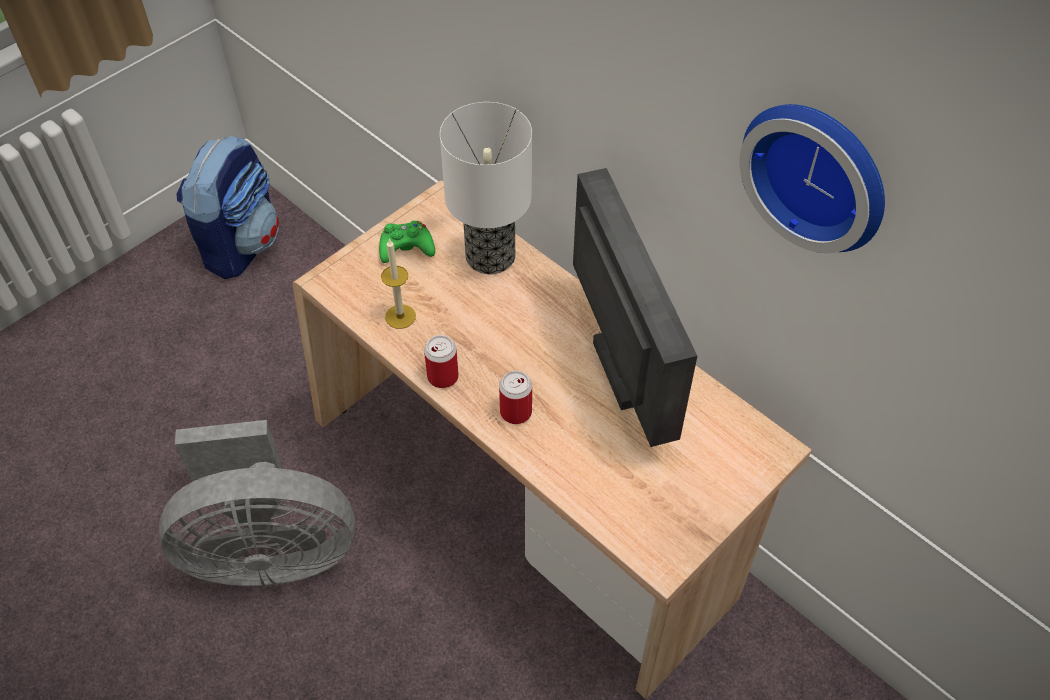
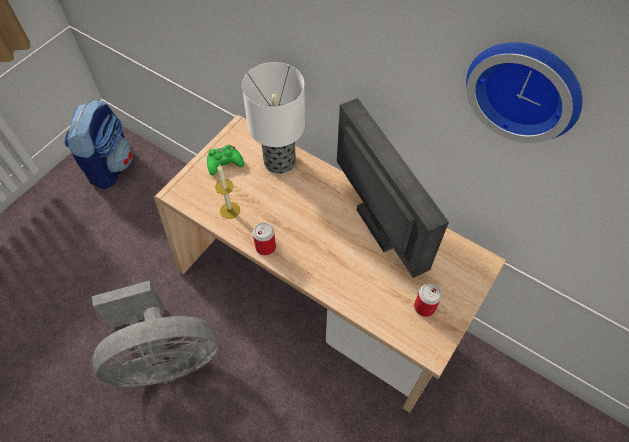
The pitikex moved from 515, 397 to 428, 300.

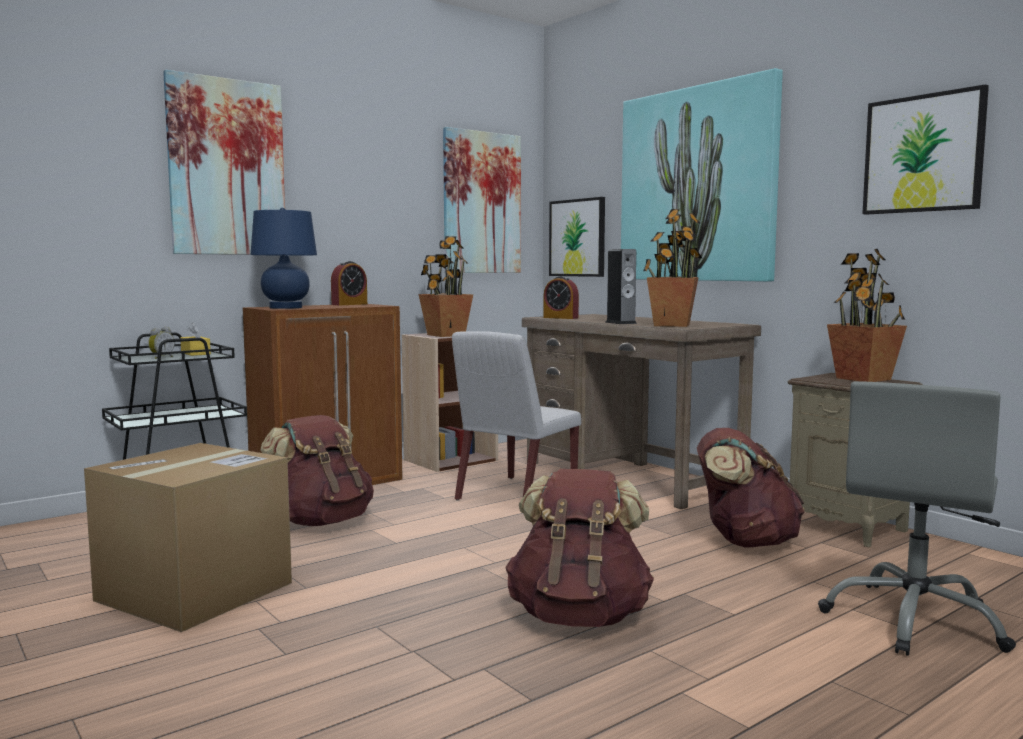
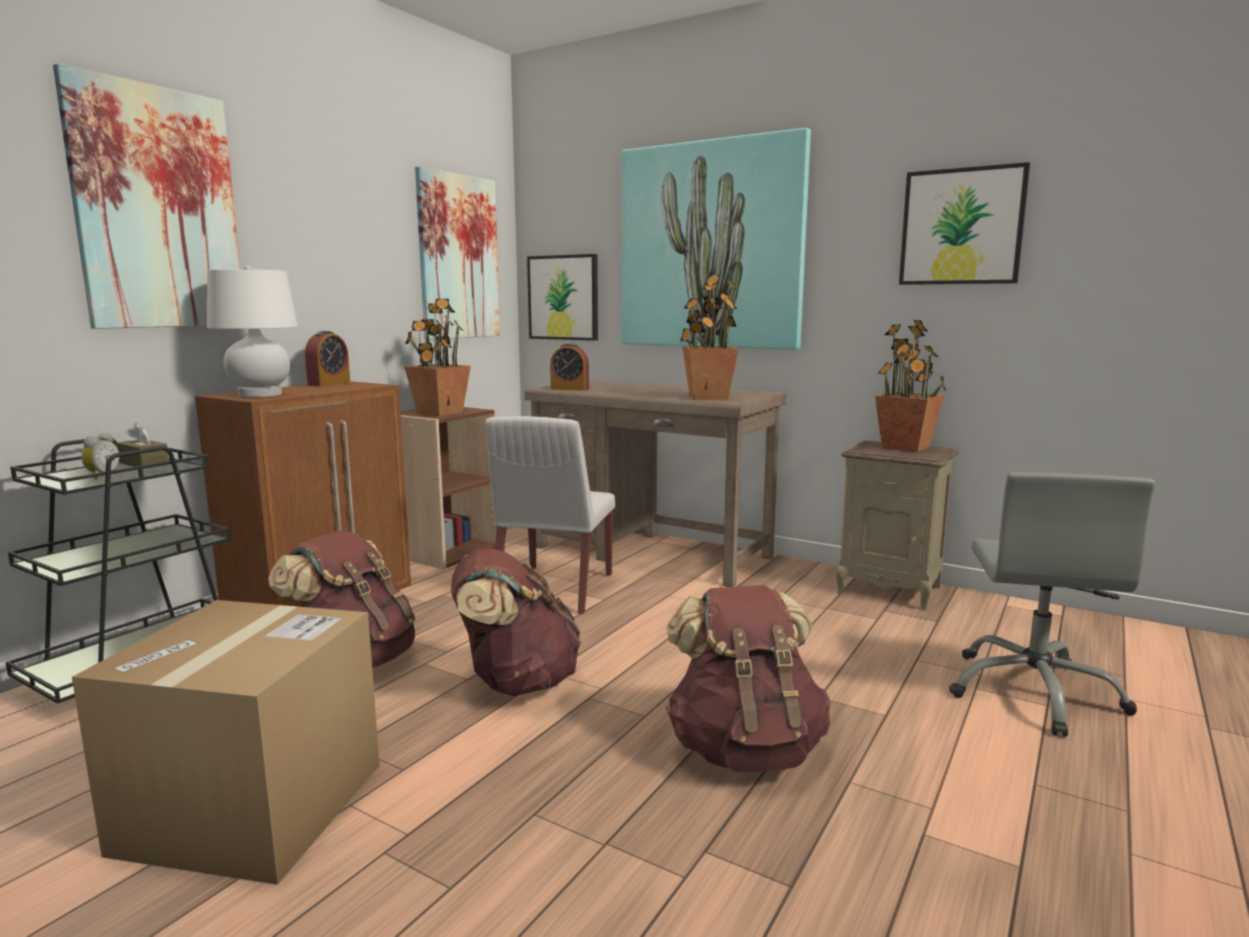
The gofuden at 621, 286 disappeared. The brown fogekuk moved from 751, 488 to 516, 622. The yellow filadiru at 195, 339 became the brown filadiru at 143, 445. The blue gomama at 284, 258 became the white gomama at 252, 331.

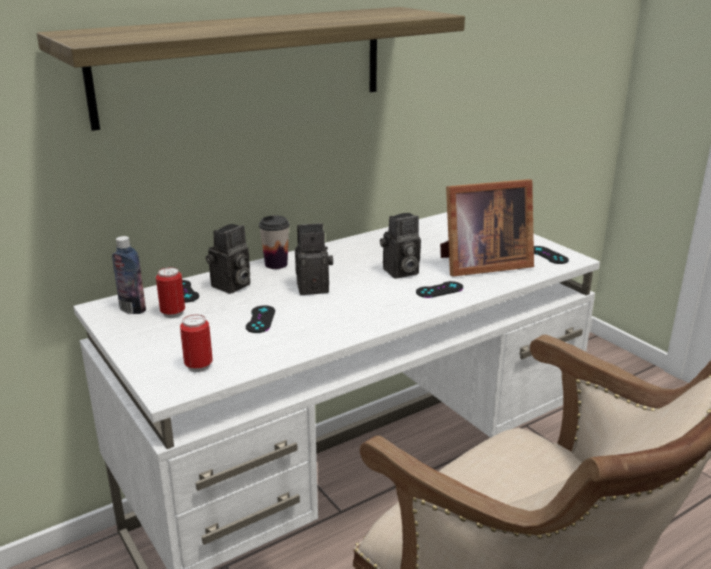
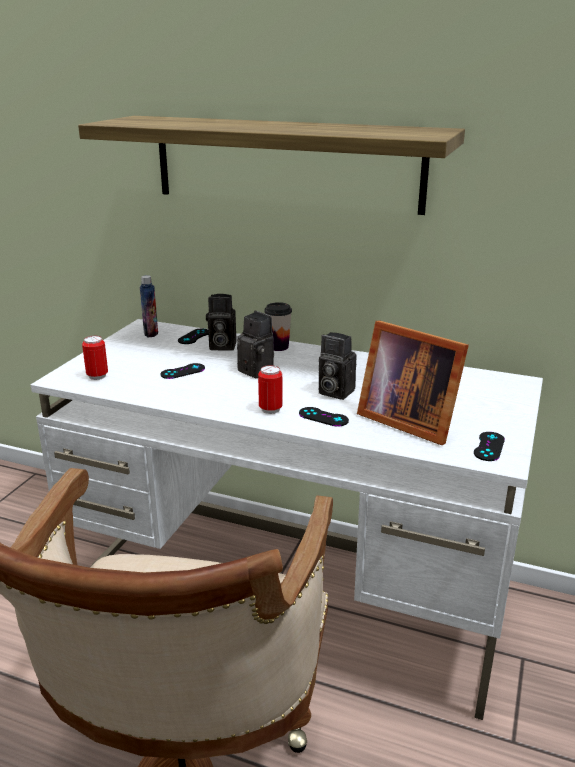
The pitikex moved from 170, 292 to 270, 389.

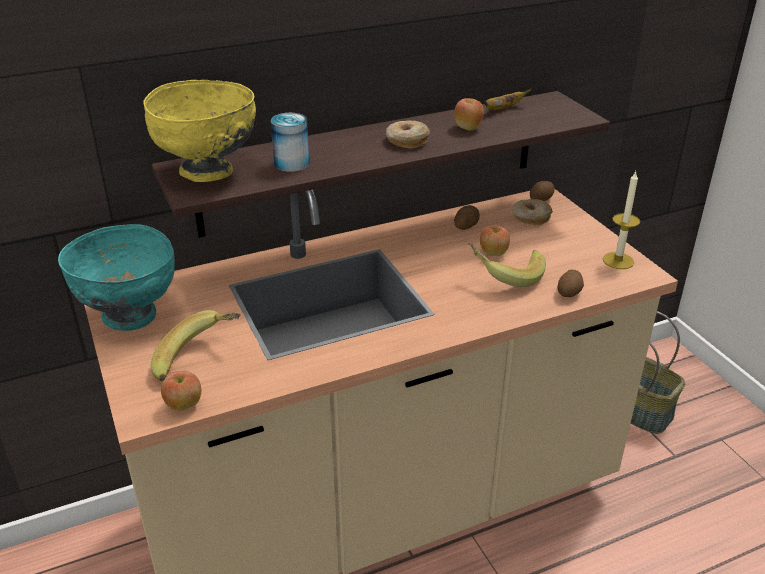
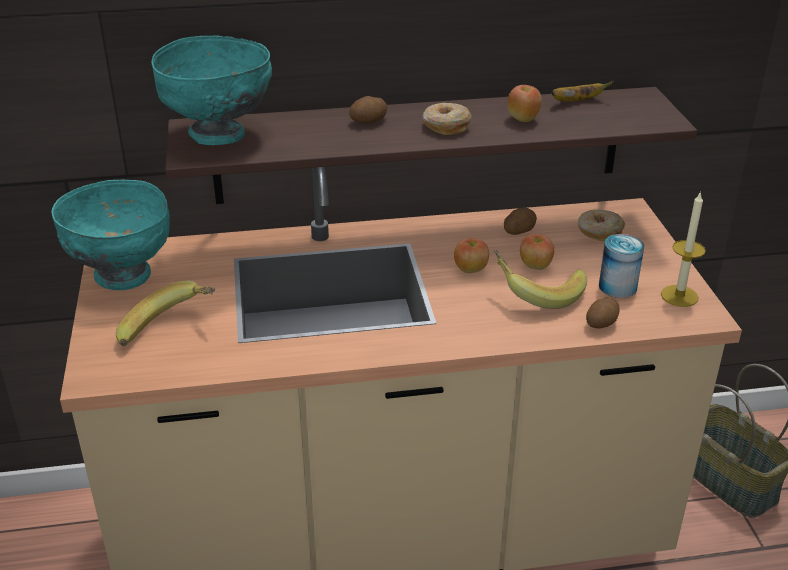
The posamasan moved from 181, 391 to 471, 255. The pitikex moved from 290, 142 to 621, 266. The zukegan moved from 542, 191 to 368, 109. The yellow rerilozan at 199, 131 became the turquoise rerilozan at 211, 90.

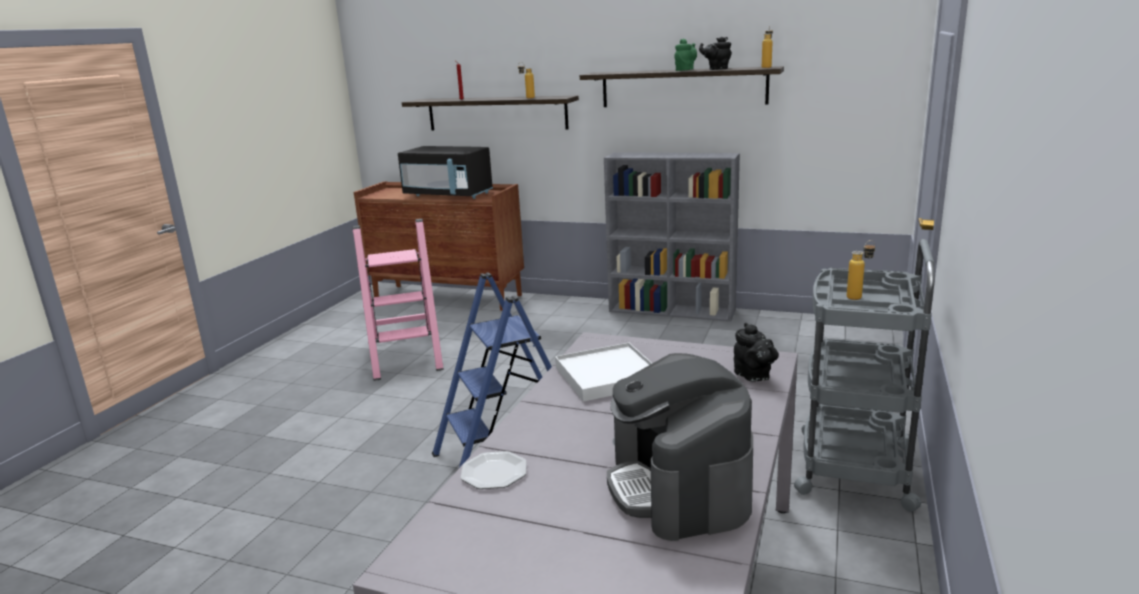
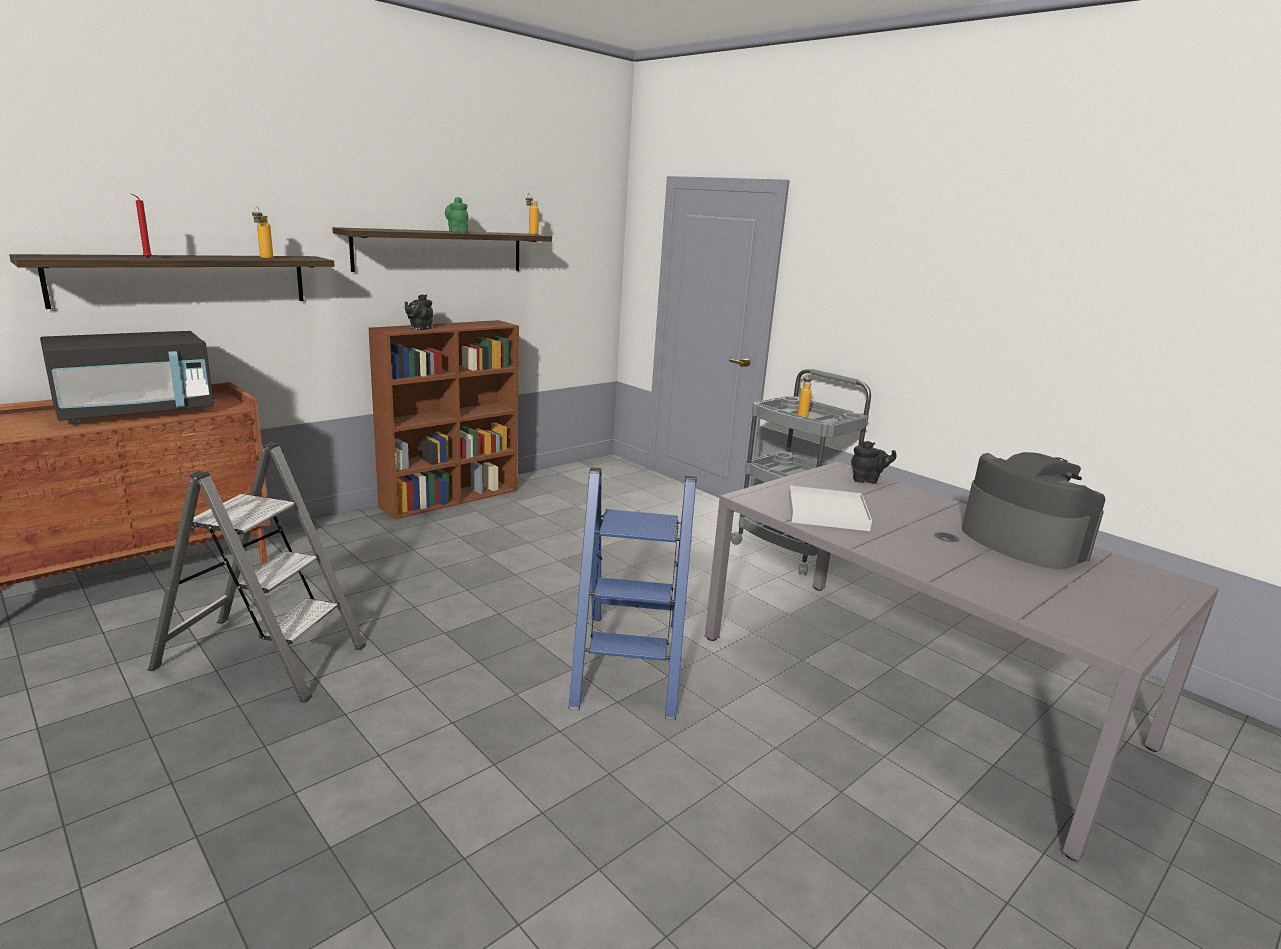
The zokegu at 493, 470 disappeared. The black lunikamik moved from 715, 53 to 418, 312. The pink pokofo at 398, 300 became the grey pokofo at 256, 572. The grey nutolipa at 672, 236 became the brown nutolipa at 443, 420. The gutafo at 680, 447 turned 135 degrees counterclockwise.

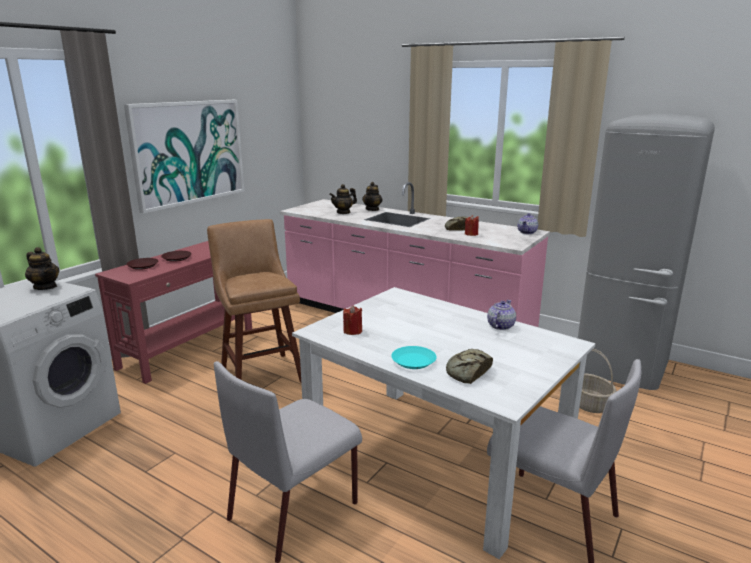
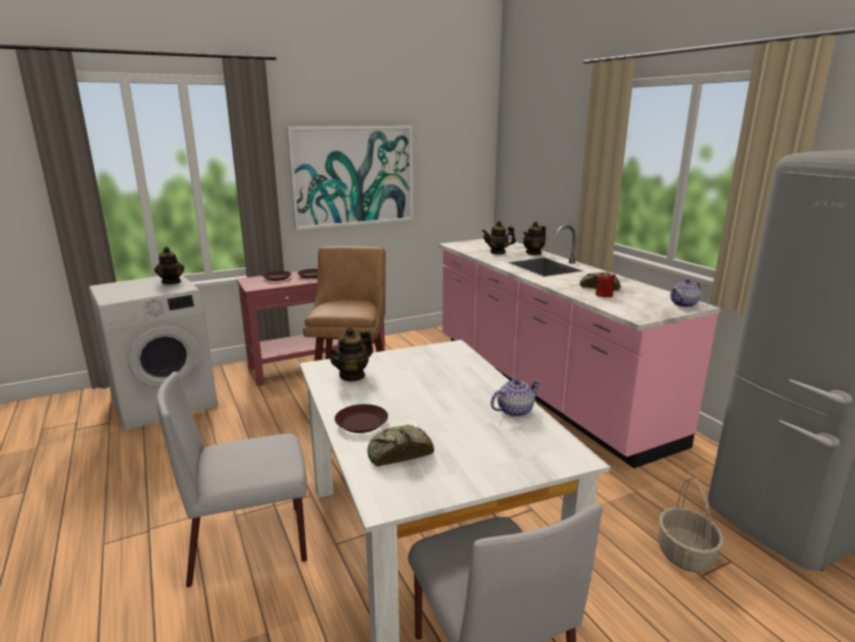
The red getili at 352, 320 was replaced by the lunikamik at 350, 354. The turquoise zokegu at 413, 357 became the brown zokegu at 361, 418.

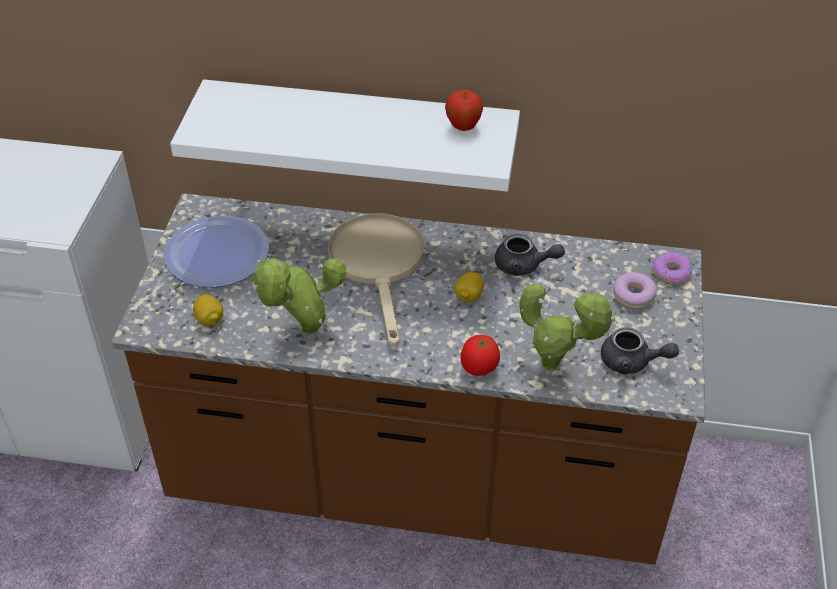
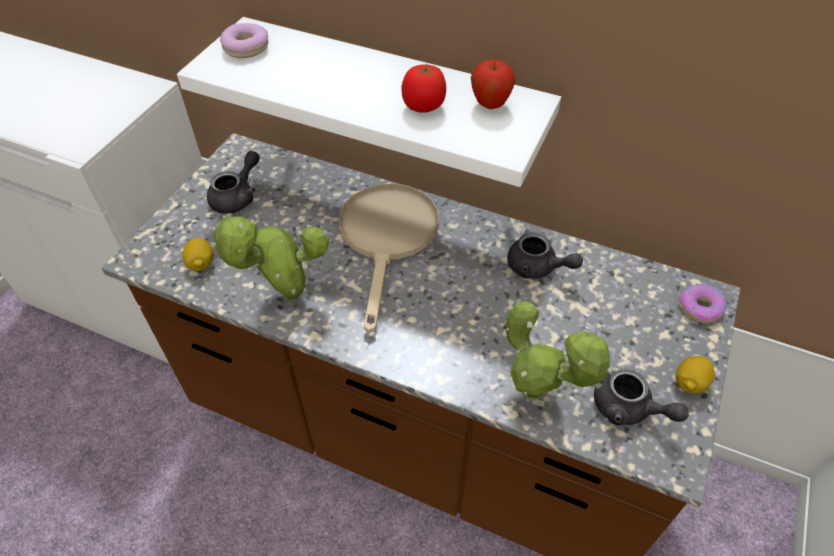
The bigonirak moved from 469, 287 to 695, 375. The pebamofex moved from 480, 355 to 423, 88. The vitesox moved from 635, 290 to 244, 40. The zokegu at 216, 251 was replaced by the grey lunikamik at 233, 182.

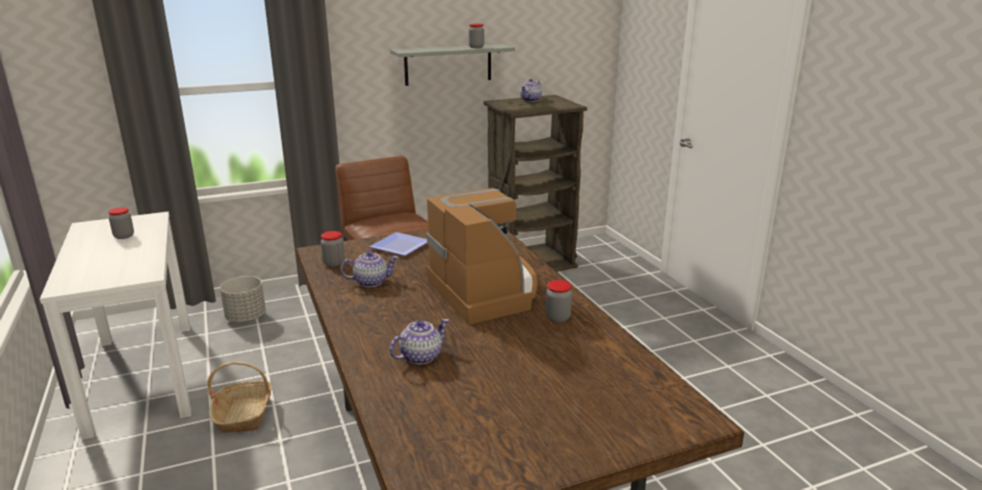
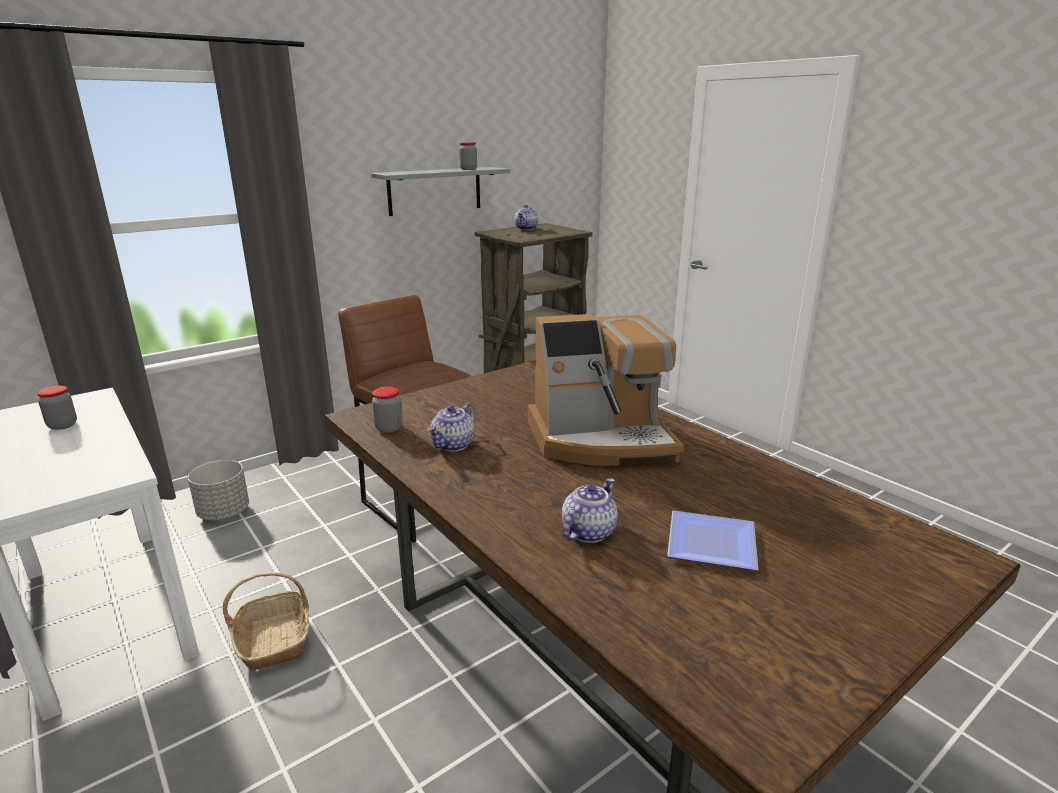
The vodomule at 558, 301 disappeared. The zokegu moved from 398, 244 to 712, 540. The lunikamik at 370, 269 turned 150 degrees clockwise. The gutafo at 482, 256 turned 120 degrees clockwise.

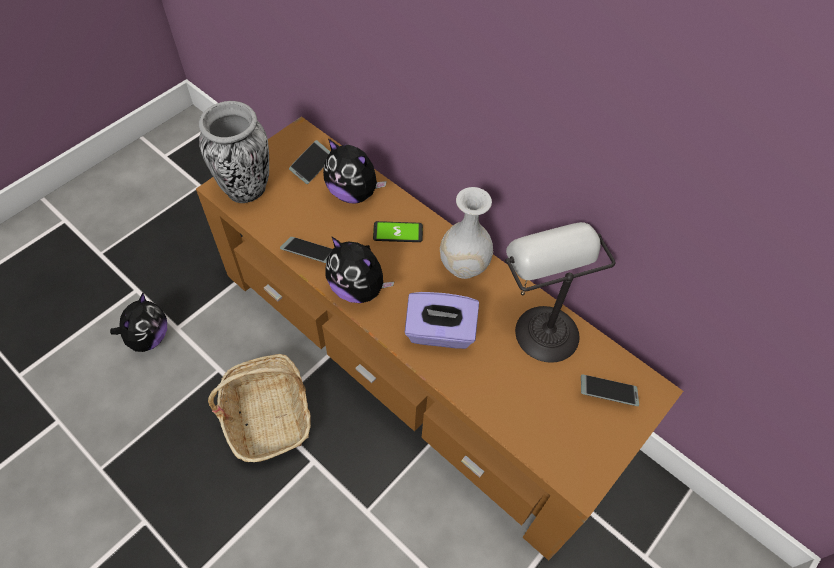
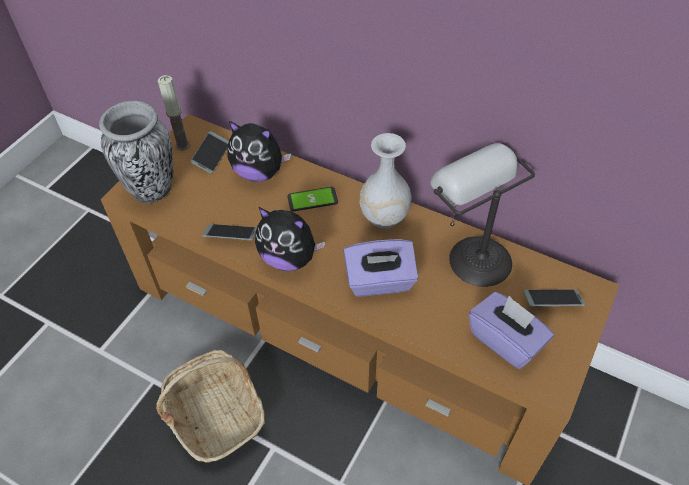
The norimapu at 138, 322 disappeared. The getili at 174, 112 appeared. The purple filadiru at 511, 330 appeared.

